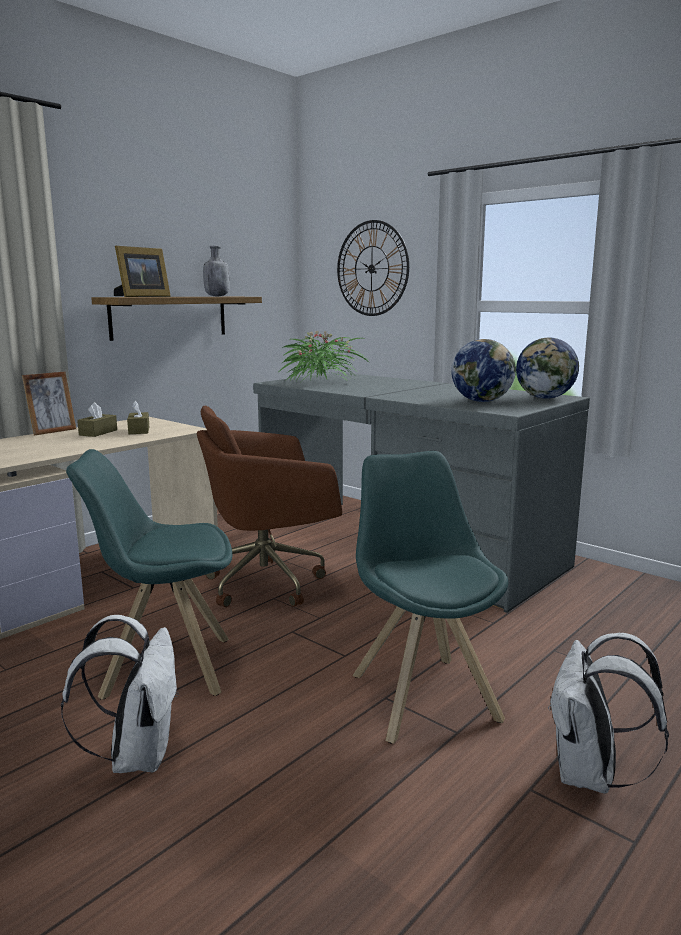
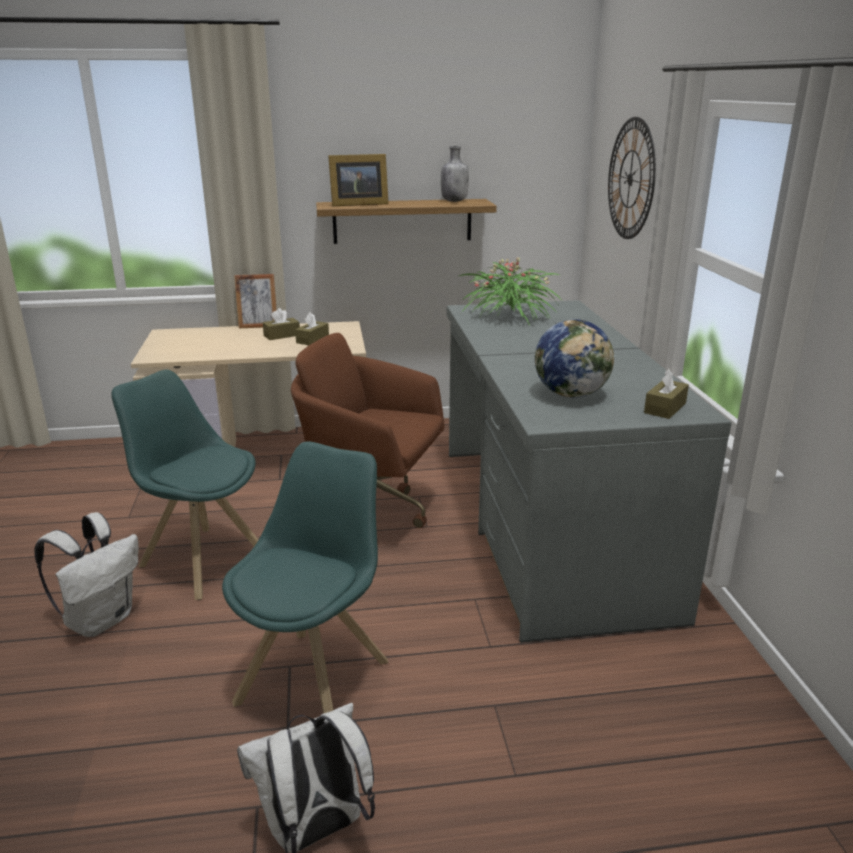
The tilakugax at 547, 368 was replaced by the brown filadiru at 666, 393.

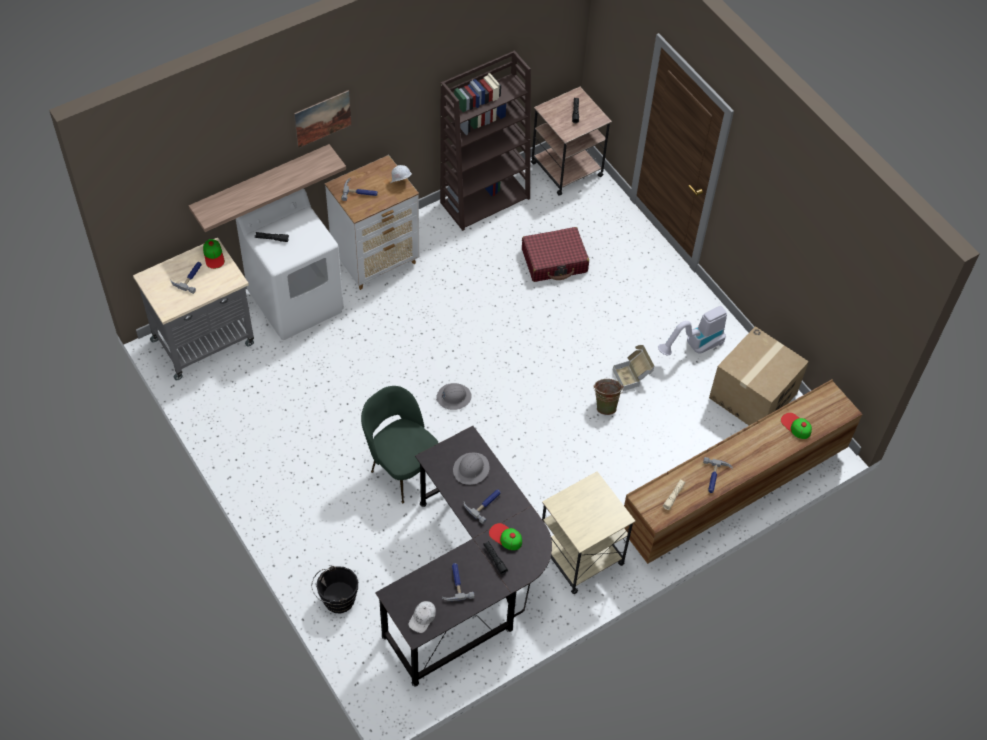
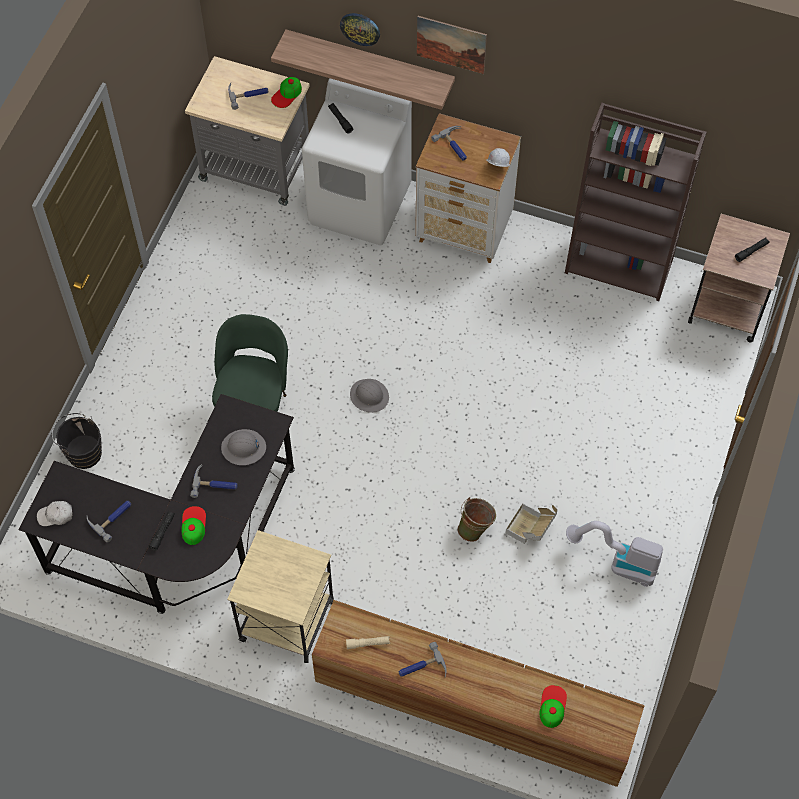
The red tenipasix at 555, 254 disappeared. The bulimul at 759, 375 disappeared. The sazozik at 360, 29 appeared.

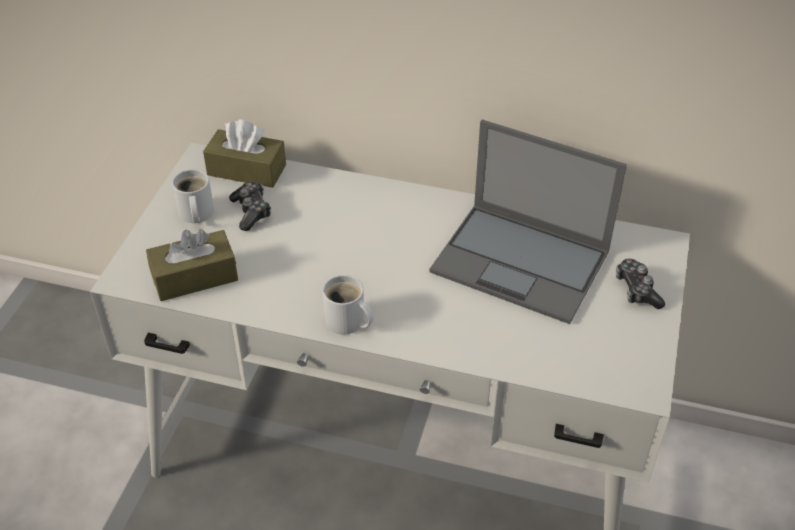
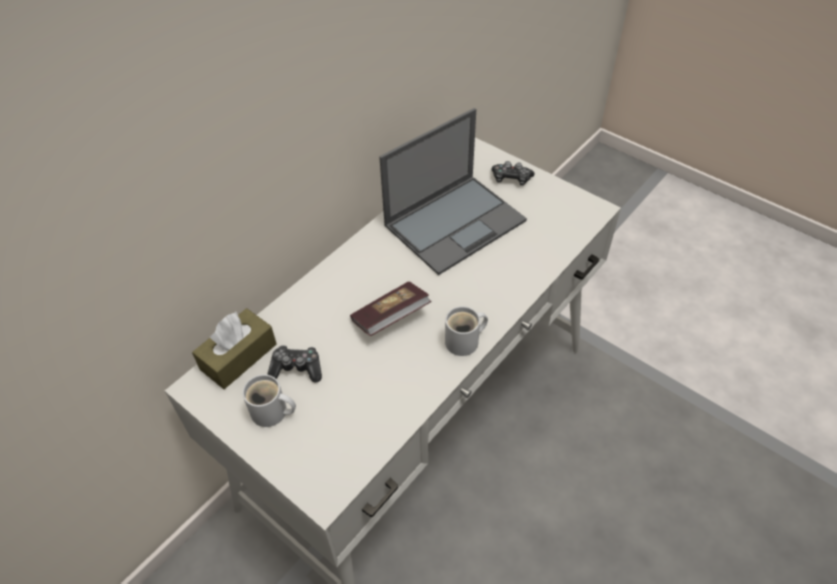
The brown filadiru at 192, 265 disappeared. The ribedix at 391, 309 appeared.

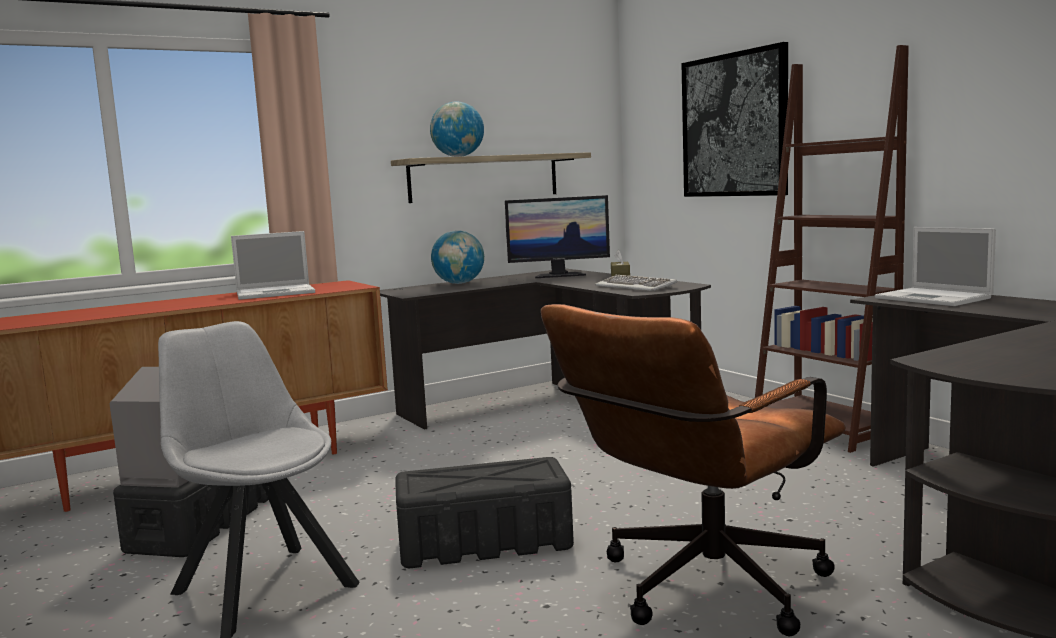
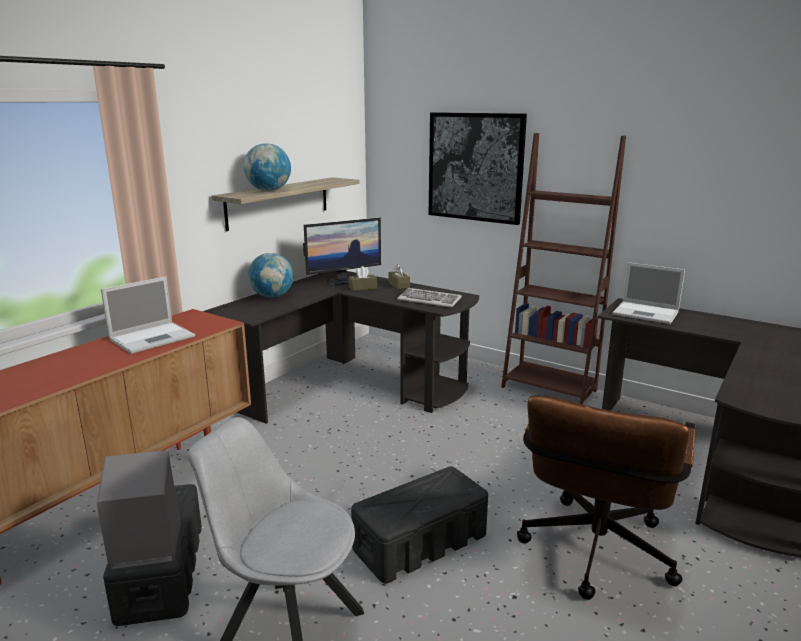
The brown filadiru at 363, 278 appeared.

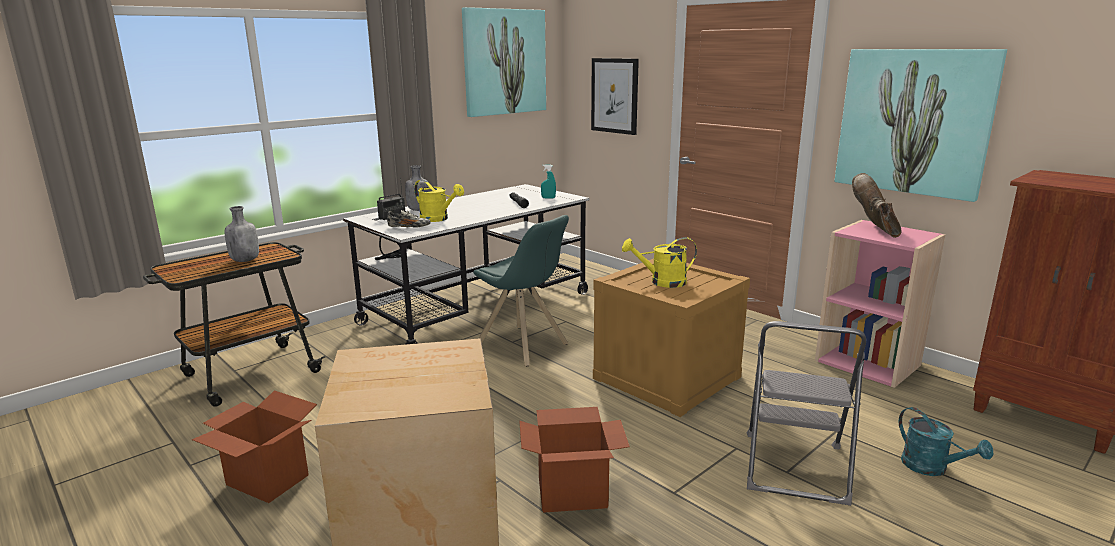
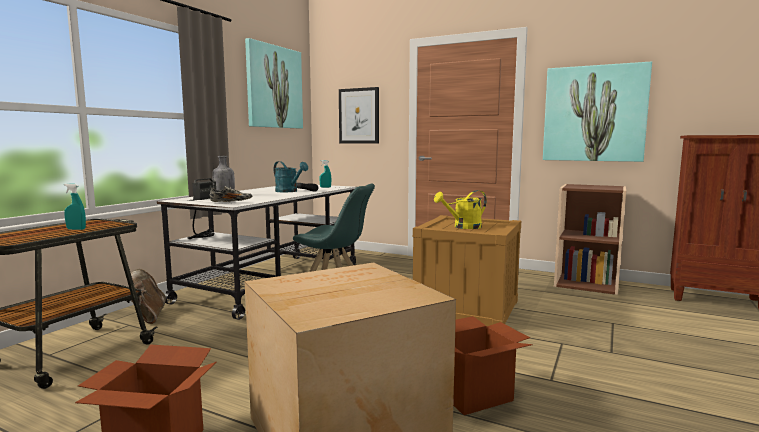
The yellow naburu at 439, 201 disappeared. The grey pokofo at 806, 413 disappeared. The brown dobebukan moved from 876, 205 to 148, 296. The turquoise naburu moved from 946, 441 to 291, 176. The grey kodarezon at 242, 234 was replaced by the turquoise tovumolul at 75, 206. The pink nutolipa at 880, 304 became the brown nutolipa at 590, 239.

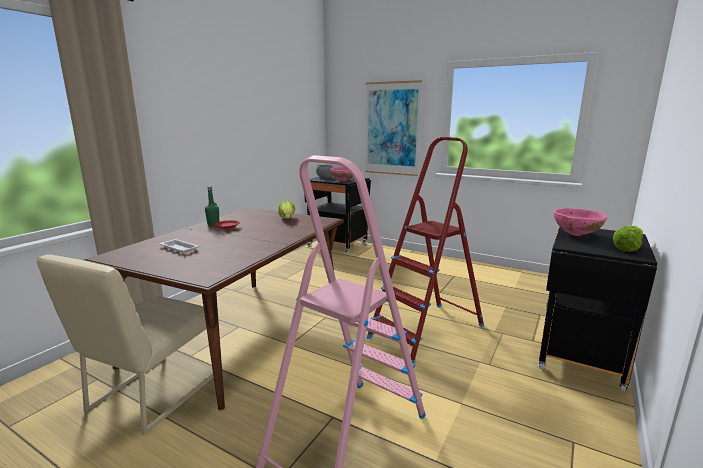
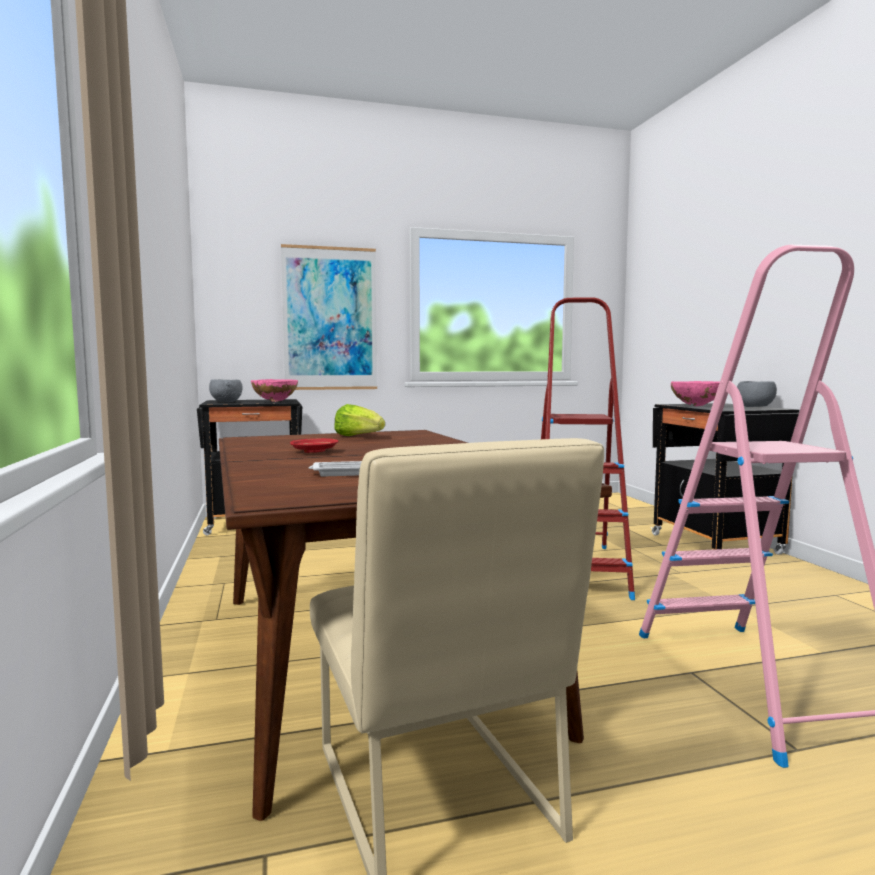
The green kodarezon at 212, 206 disappeared. The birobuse at 628, 239 was replaced by the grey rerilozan at 757, 394.

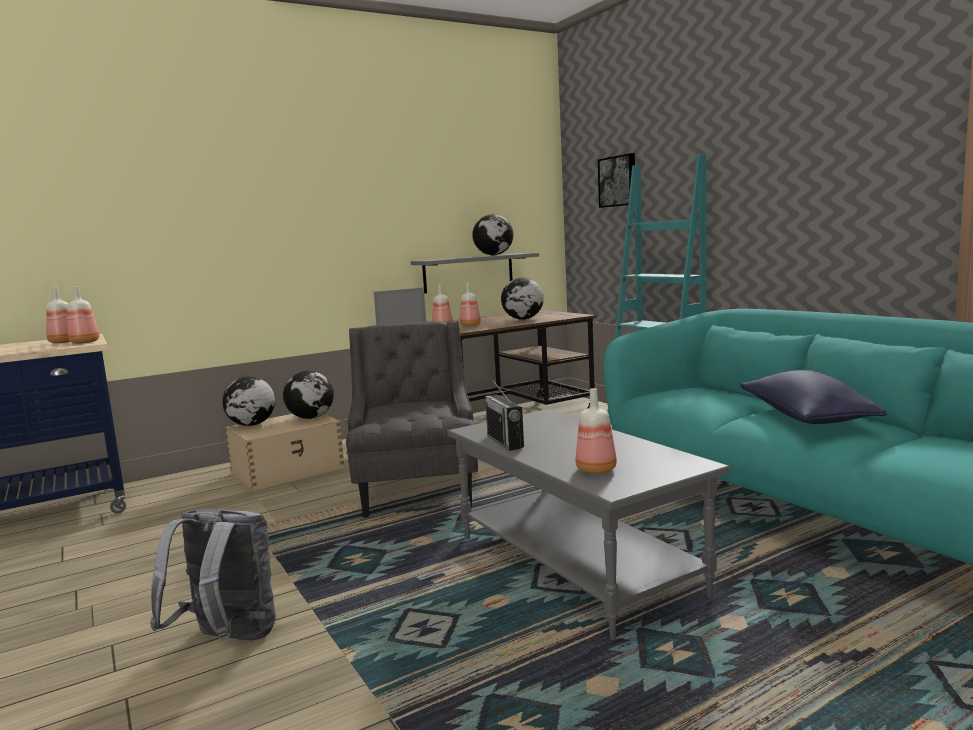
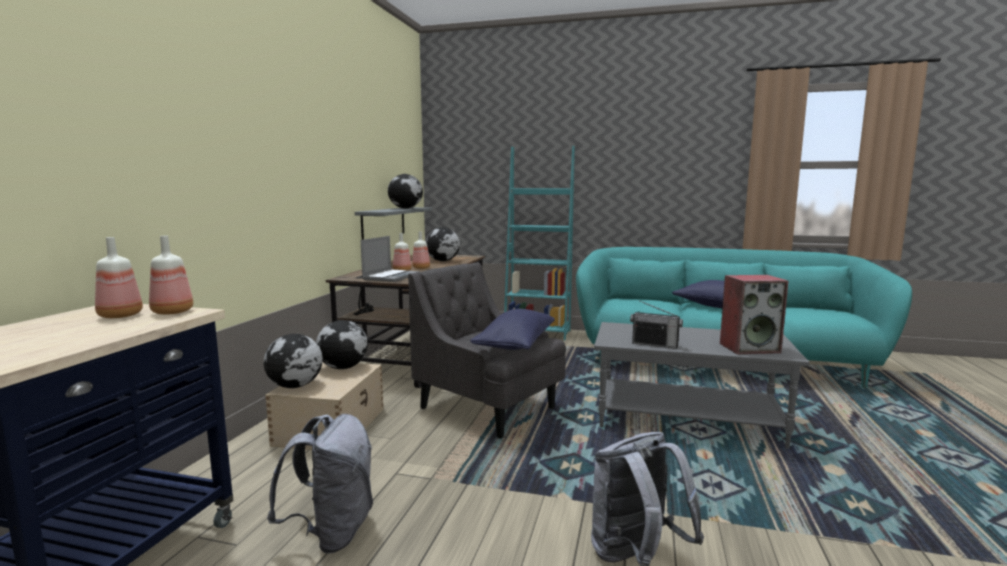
The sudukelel at 616, 180 disappeared. The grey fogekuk at 320, 484 appeared. The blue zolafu at 512, 329 appeared. The kodarezon at 596, 431 was replaced by the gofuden at 754, 314.

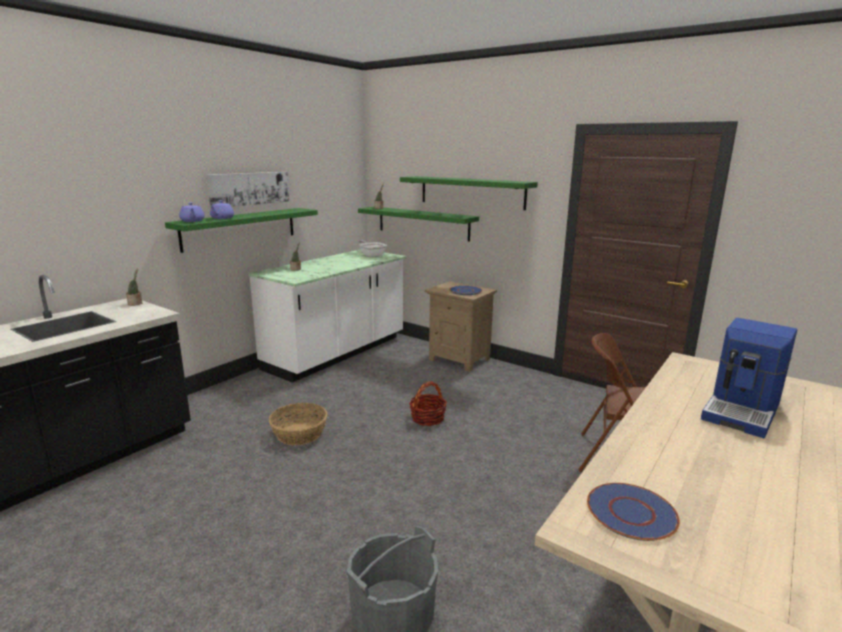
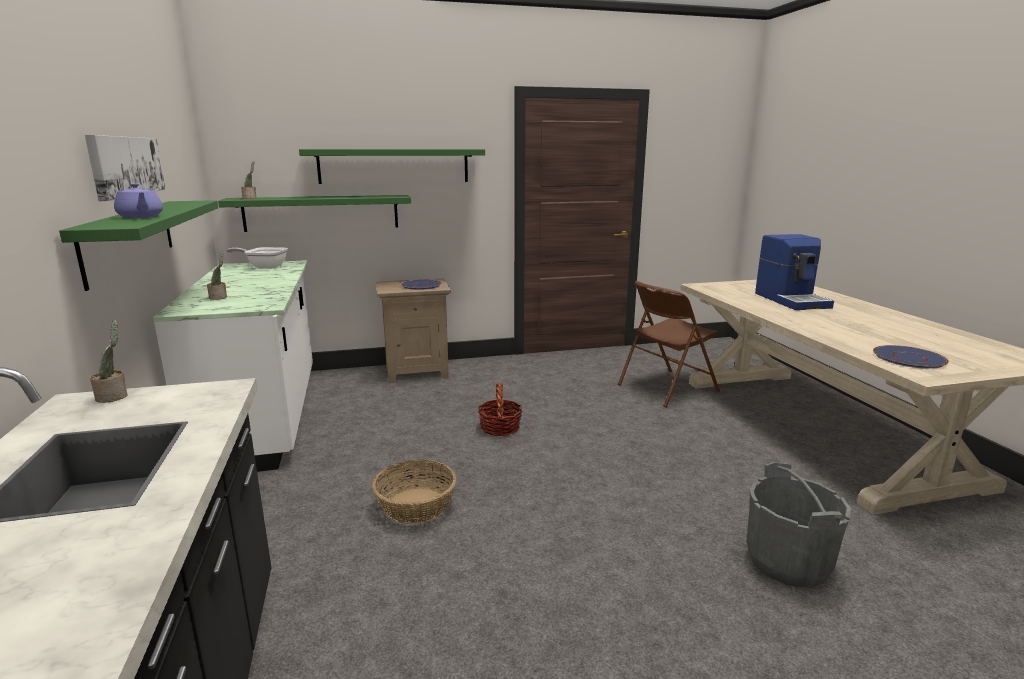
The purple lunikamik at 192, 212 disappeared.

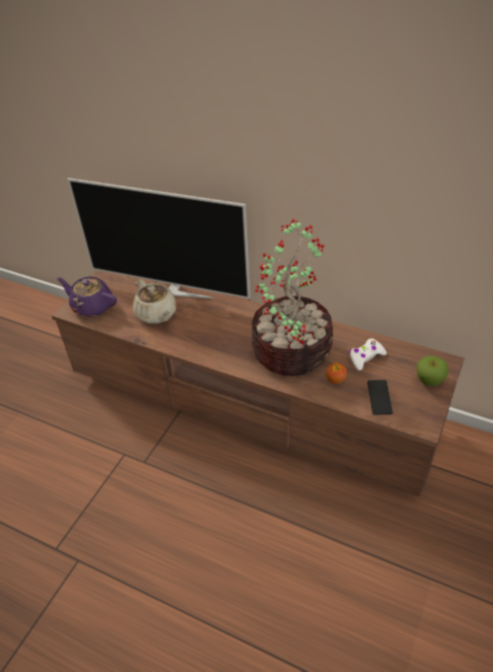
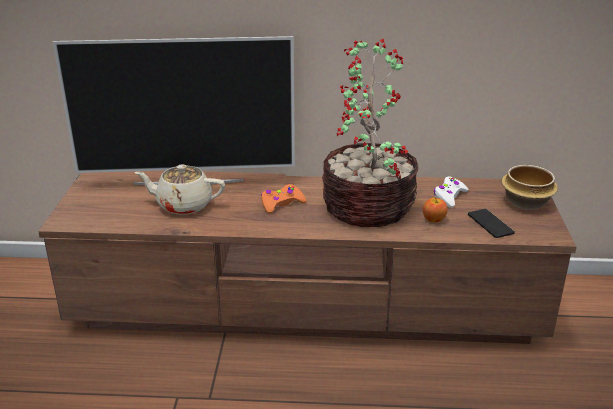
The purple lunikamik at 87, 297 disappeared. The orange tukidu at 283, 199 appeared. The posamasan at 432, 371 was replaced by the rerilozan at 530, 187. The beige lunikamik at 155, 301 turned 150 degrees clockwise.

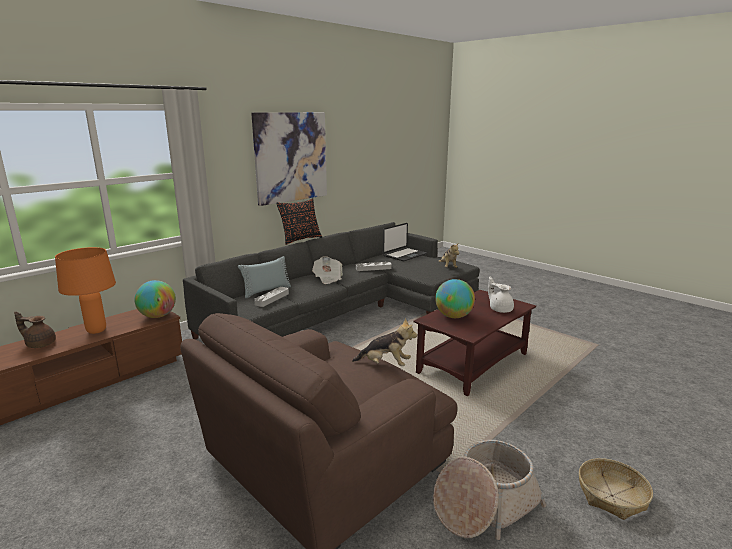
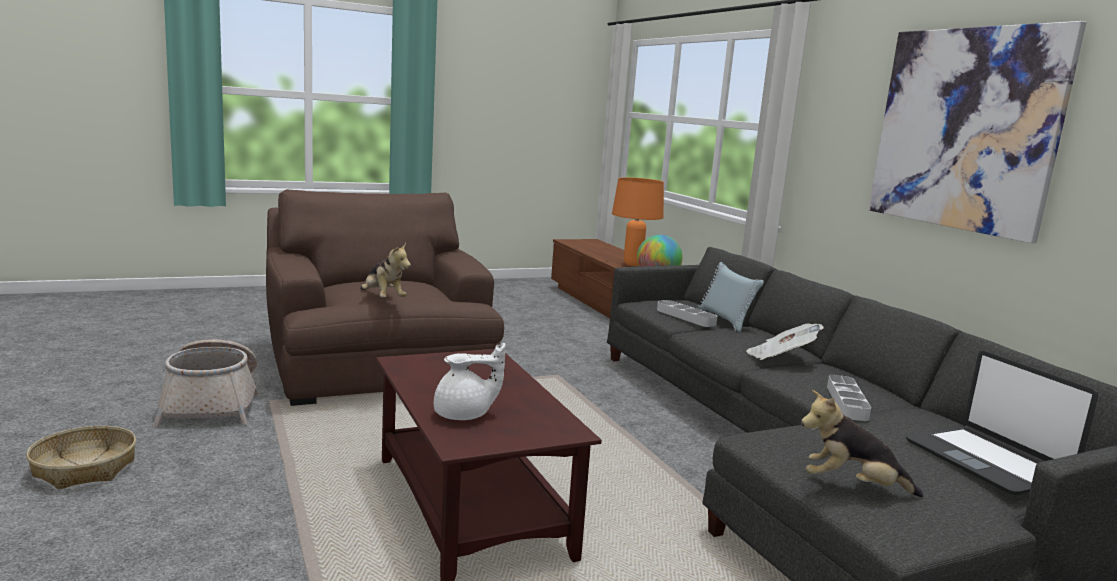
The brown lunikamik at 35, 330 disappeared. The black zolafu at 299, 221 disappeared. The tilakugax at 455, 298 disappeared. The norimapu at 384, 342 turned 75 degrees counterclockwise.

